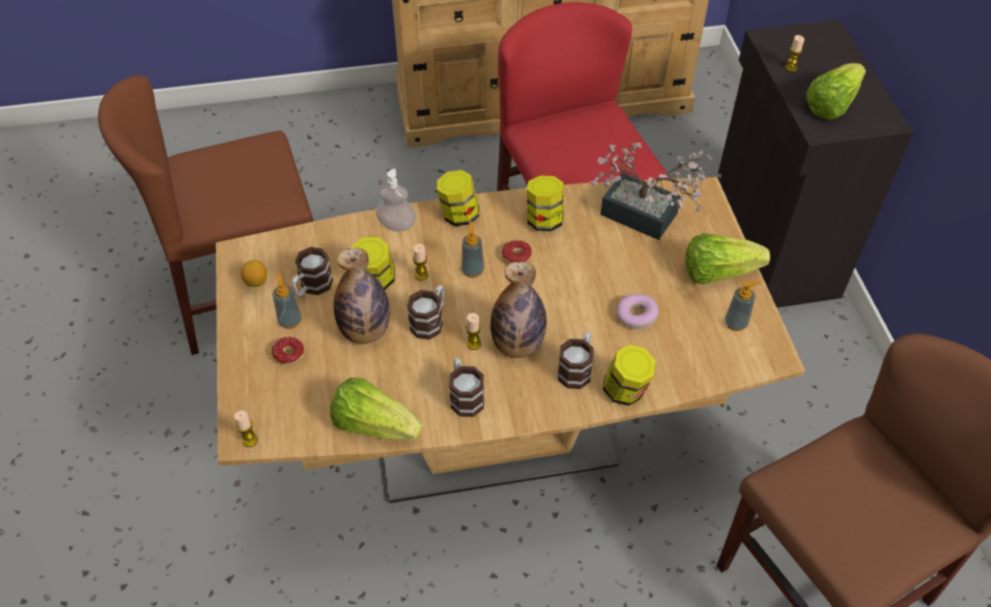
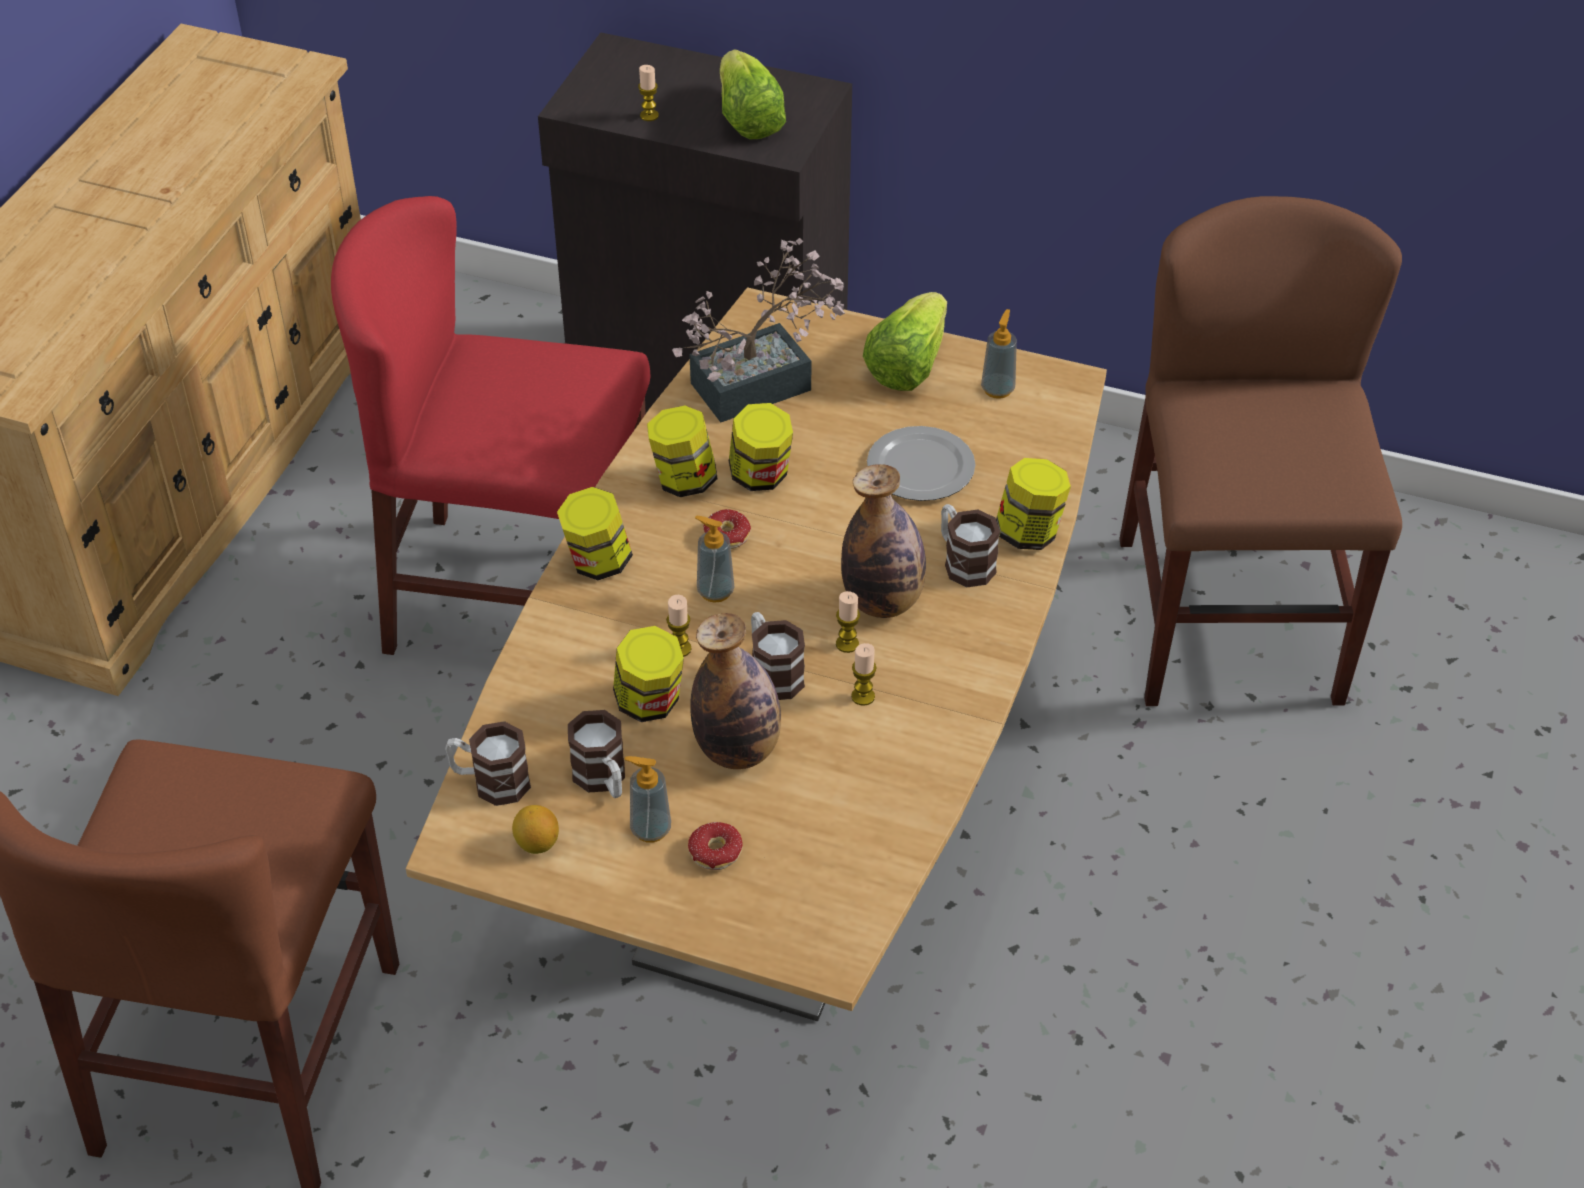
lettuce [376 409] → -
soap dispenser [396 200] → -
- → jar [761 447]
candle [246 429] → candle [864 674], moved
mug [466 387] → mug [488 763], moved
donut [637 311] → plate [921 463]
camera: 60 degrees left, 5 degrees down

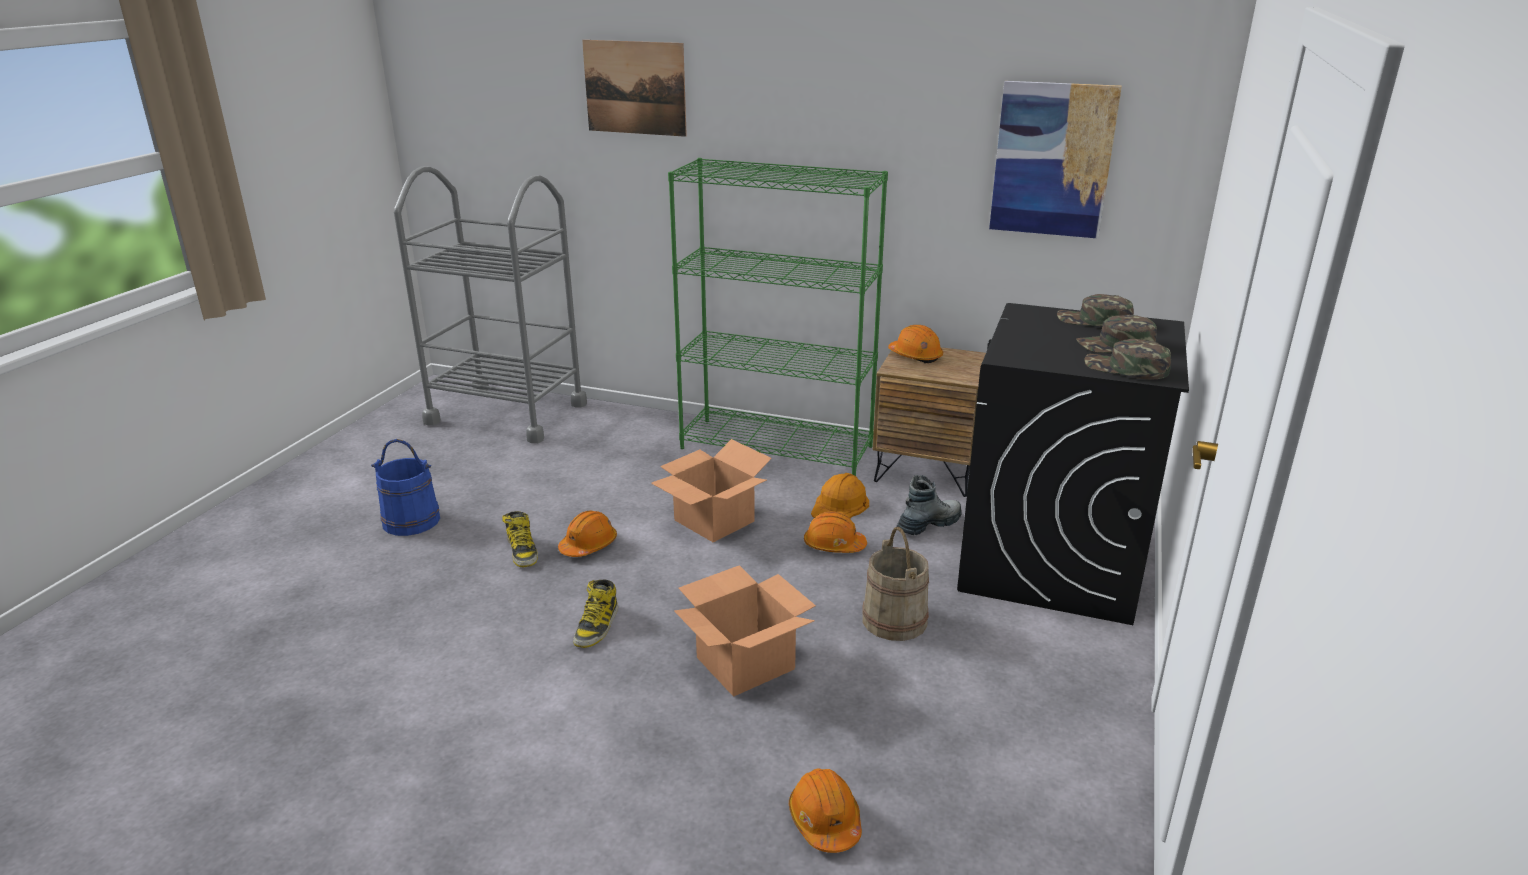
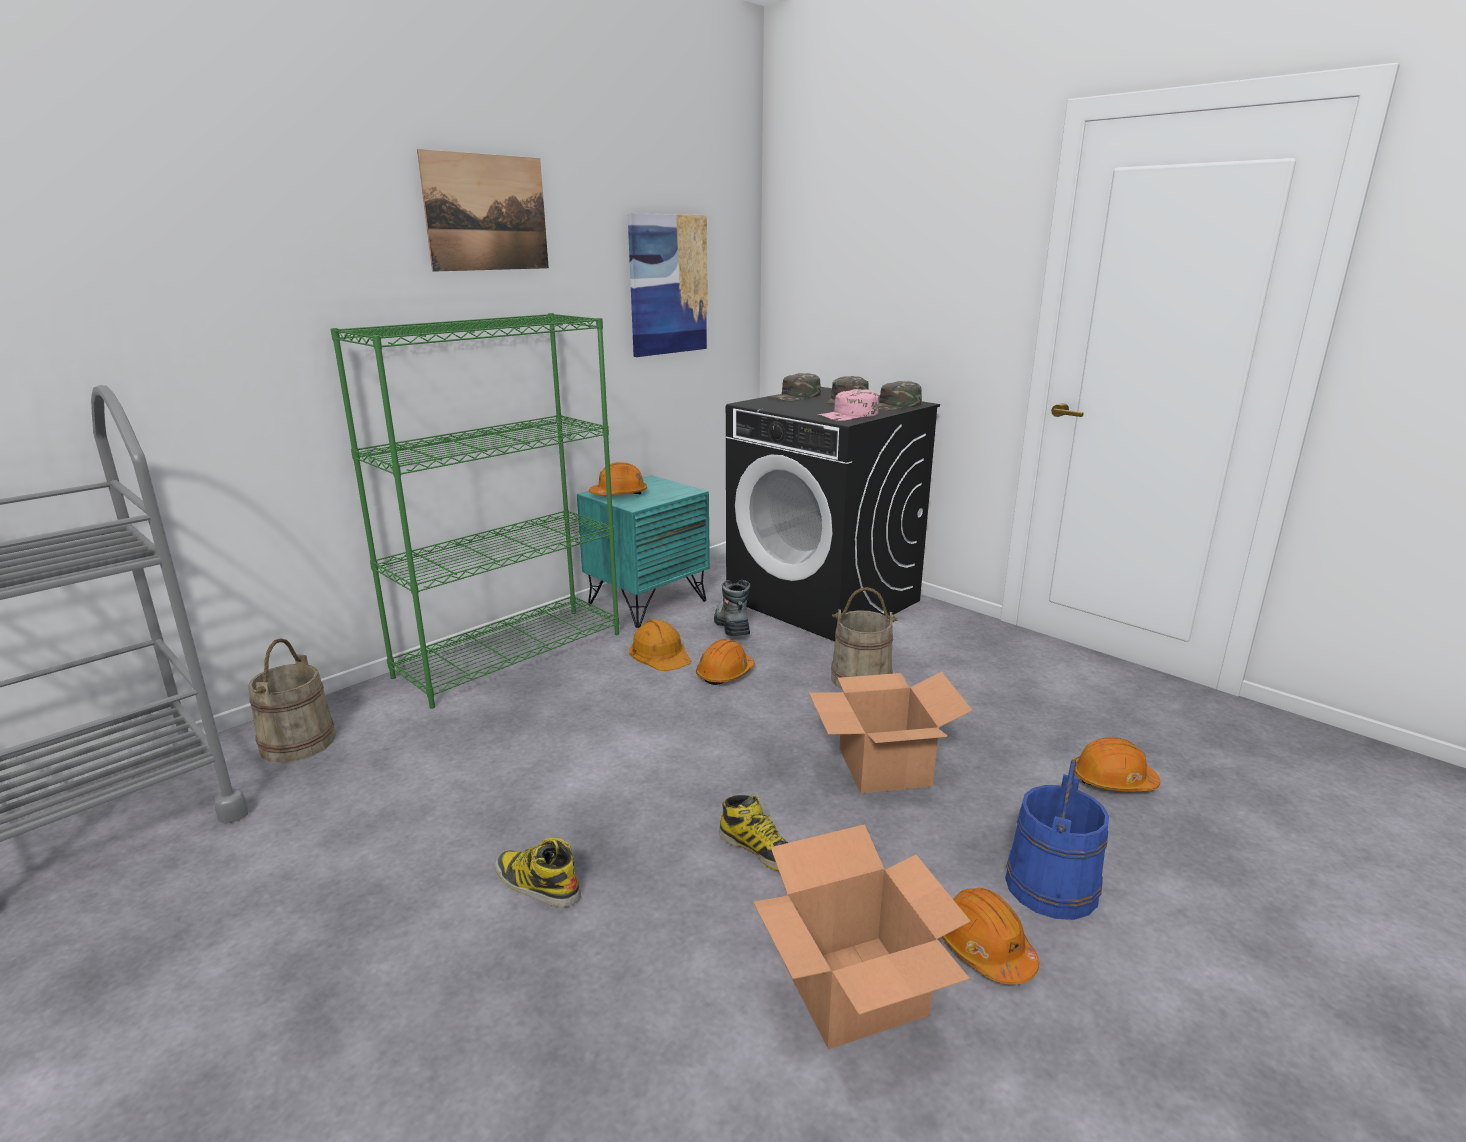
- → bucket (beige) [292 701]
- → cap (pink) [848 405]
bucket (blue) [405 487] → bucket (blue) [1057 839], moved
hard hat (orange) [587 533] → hard hat (orange) [990 936], moved
picture [634 88] → picture [483 210], moved
cardboard box [711 490] → cardboard box [862 936], moved
nightstand (brown) [929 422] → nightstand (turquoise) [643 551]
boot [520 539] → boot [538 872], 150 degrees counterclockwise
camera: 65 degrees left, 5 degrees down

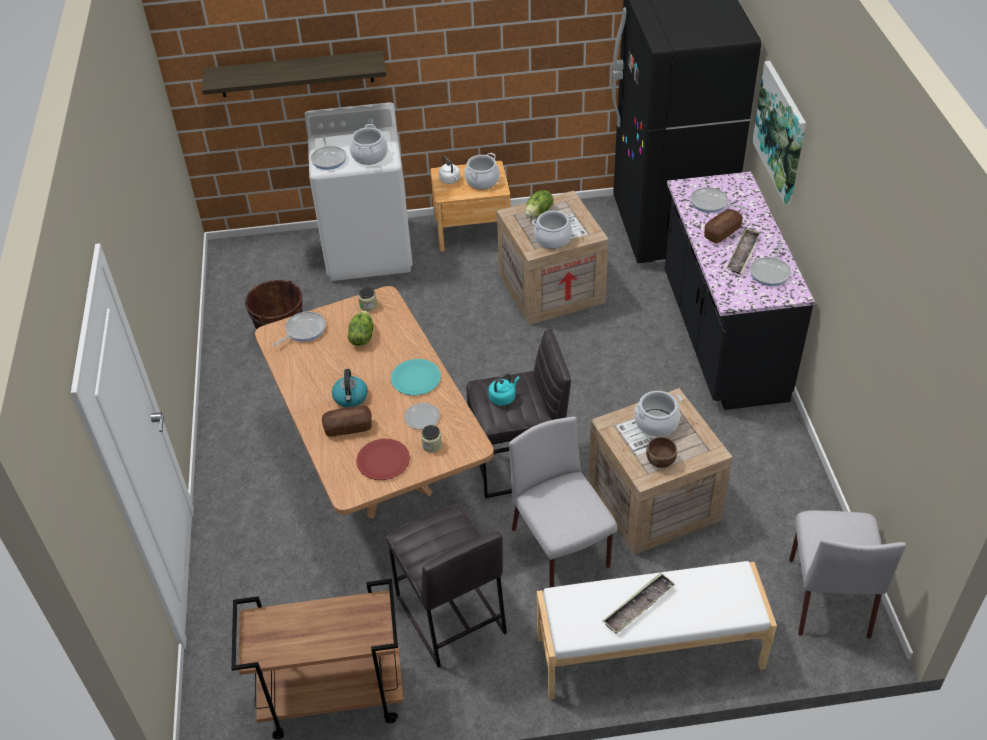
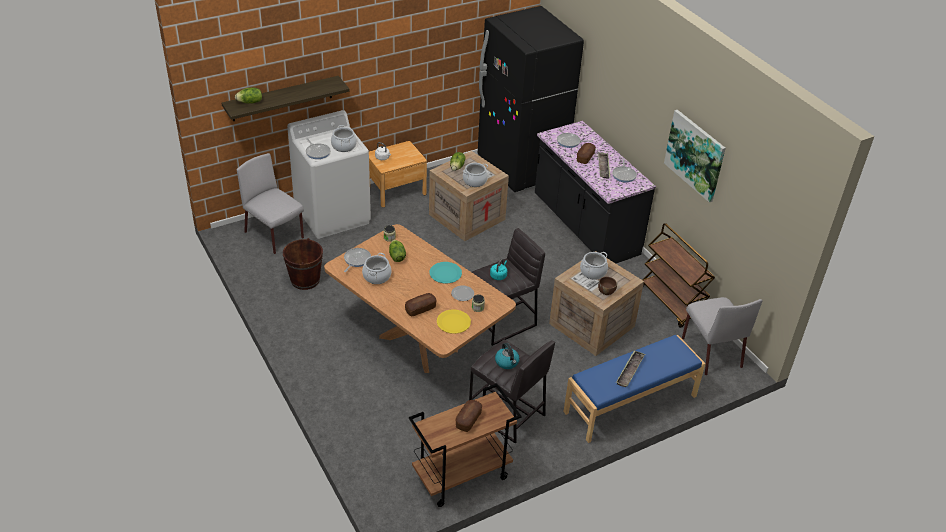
- → lettuce [248 95]
- → bread [468 416]
- → cart (brown) [679 275]
kettle [350 388] → kettle [507 356], moved
cooking pot [482 171] → cooking pot [376 268], moved
chair (grey) [563 502] → chair (grey) [270 203], moved
picture [779 133] → picture [695 156], moved
plate (red) [383 459] → plate (yellow) [454 321]
bench (white) [657 630] → bench (blue) [634 389]
camera: 25 degrees left, 5 degrees down

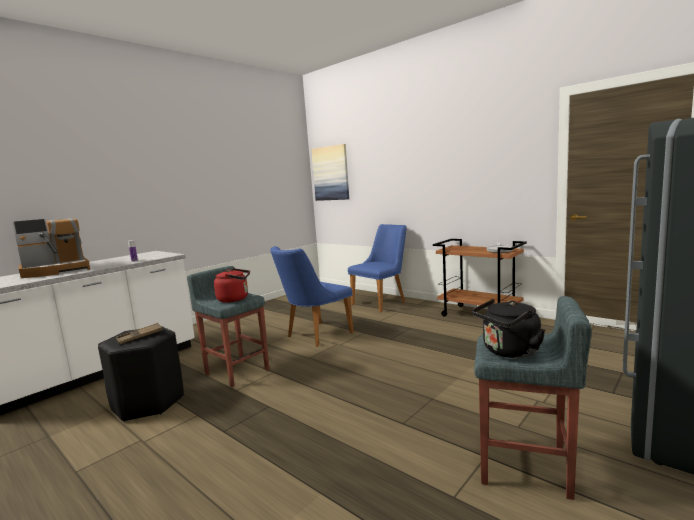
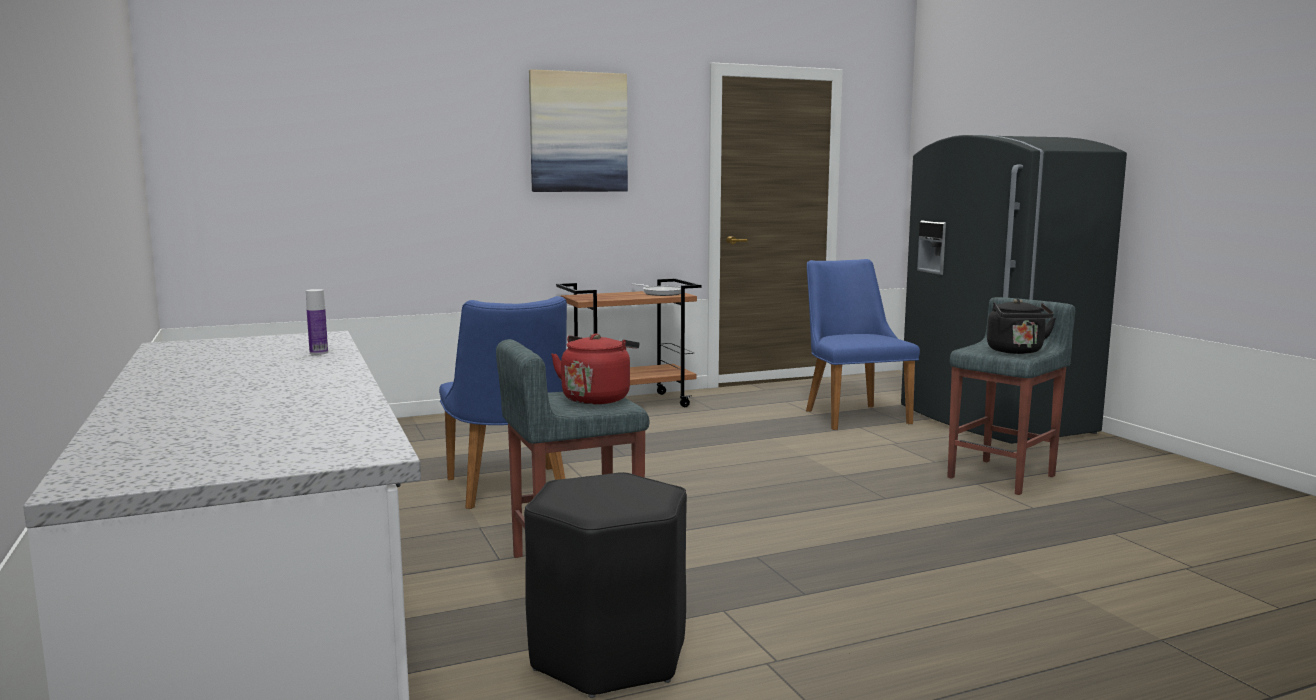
coffee machine [51 248] → -
tray (brown) [139 334] → -
picture [330 172] → picture [578 130], moved
chair (blue) [377 268] → chair (blue) [863 344], moved
camera: 65 degrees left, 0 degrees up

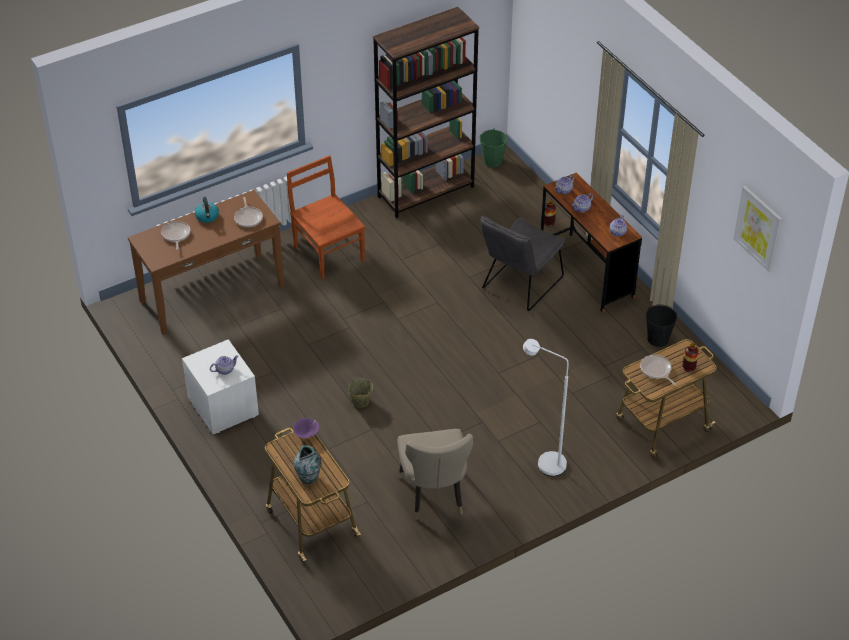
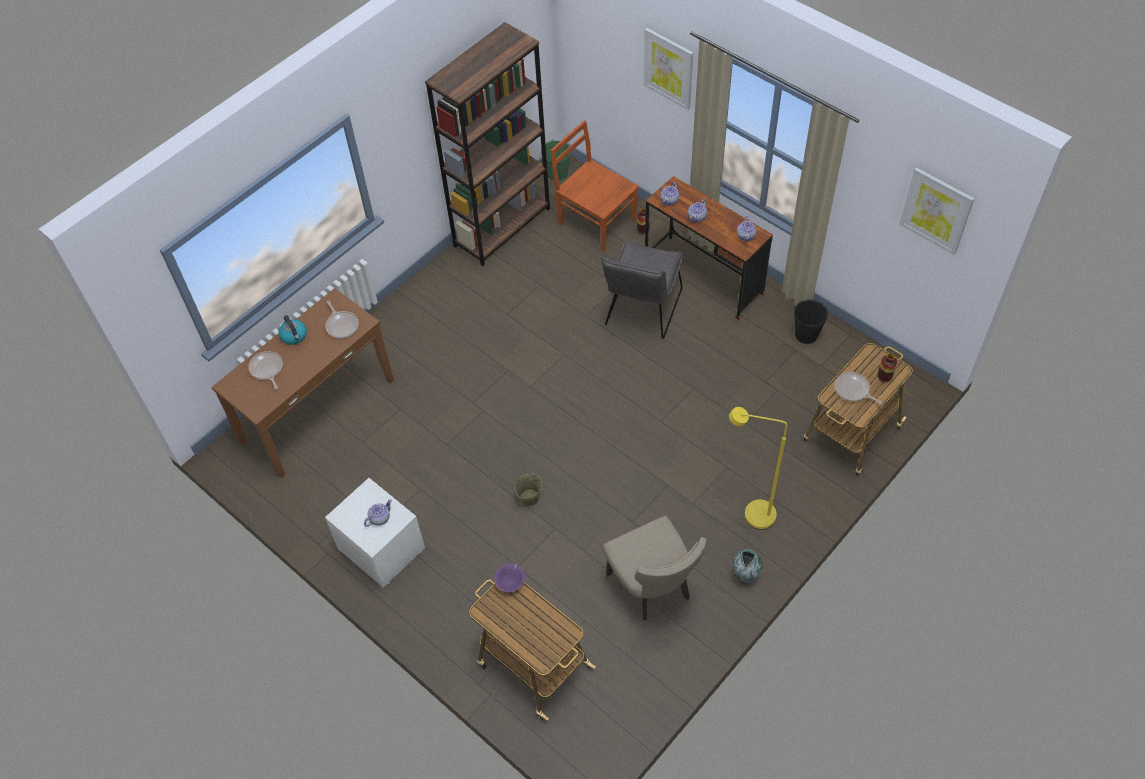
- → picture [668 69]
chair (brown) [326 217] → chair (brown) [595 186], moved
vase [307 464] → vase [747 567], moved
floor lamp (white) [546 407] → floor lamp (yellow) [758 468]
camera: 15 degrees left, 10 degrees up

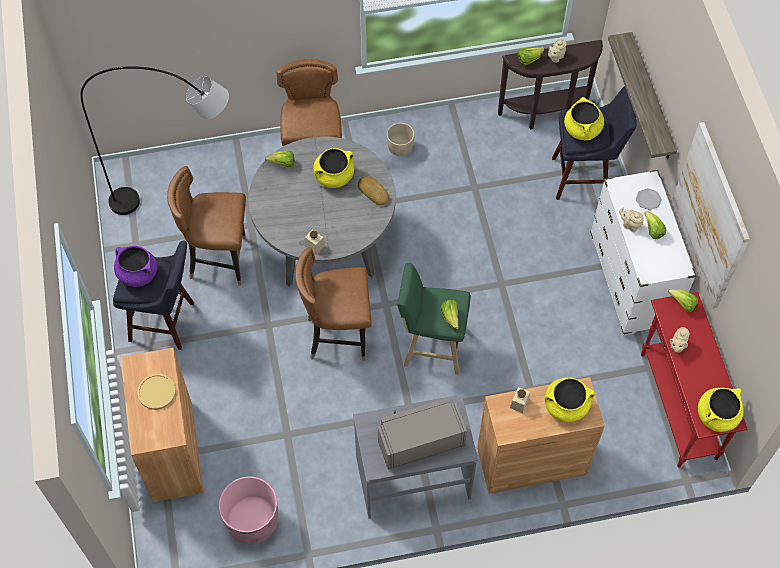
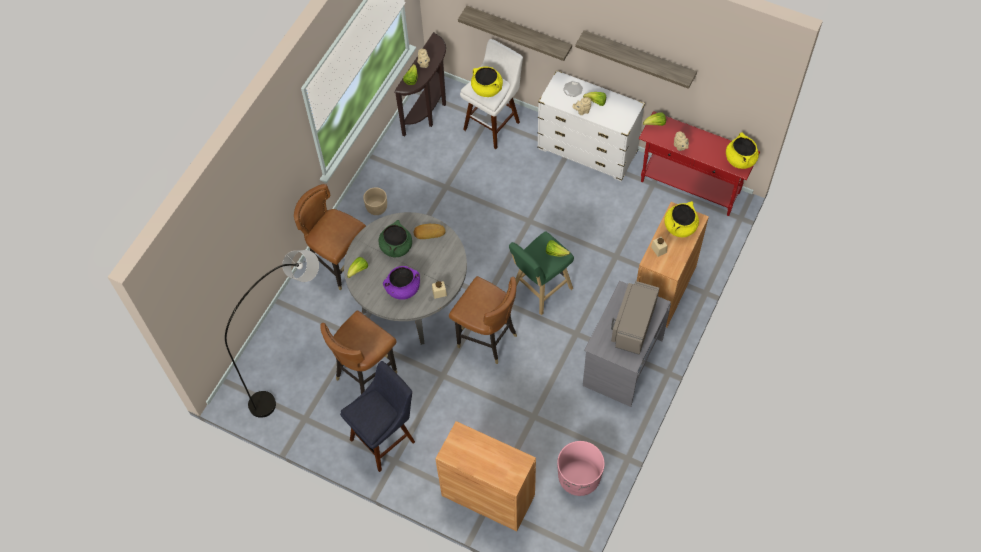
plate (yellow) [156 392] → -
cooking pot (purple) [136 266] → cooking pot (purple) [401 283], moved
picture [711 215] → shelf [636 59]
cooking pot (yellow) [333 168] → cooking pot (green) [395 238]
stool (blue) [594 143] → stool (white) [491 94]
chair (brown) [333 304] → chair (brown) [483 320], 90 degrees counterclockwise
camera: 50 degrees left, 0 degrees up

